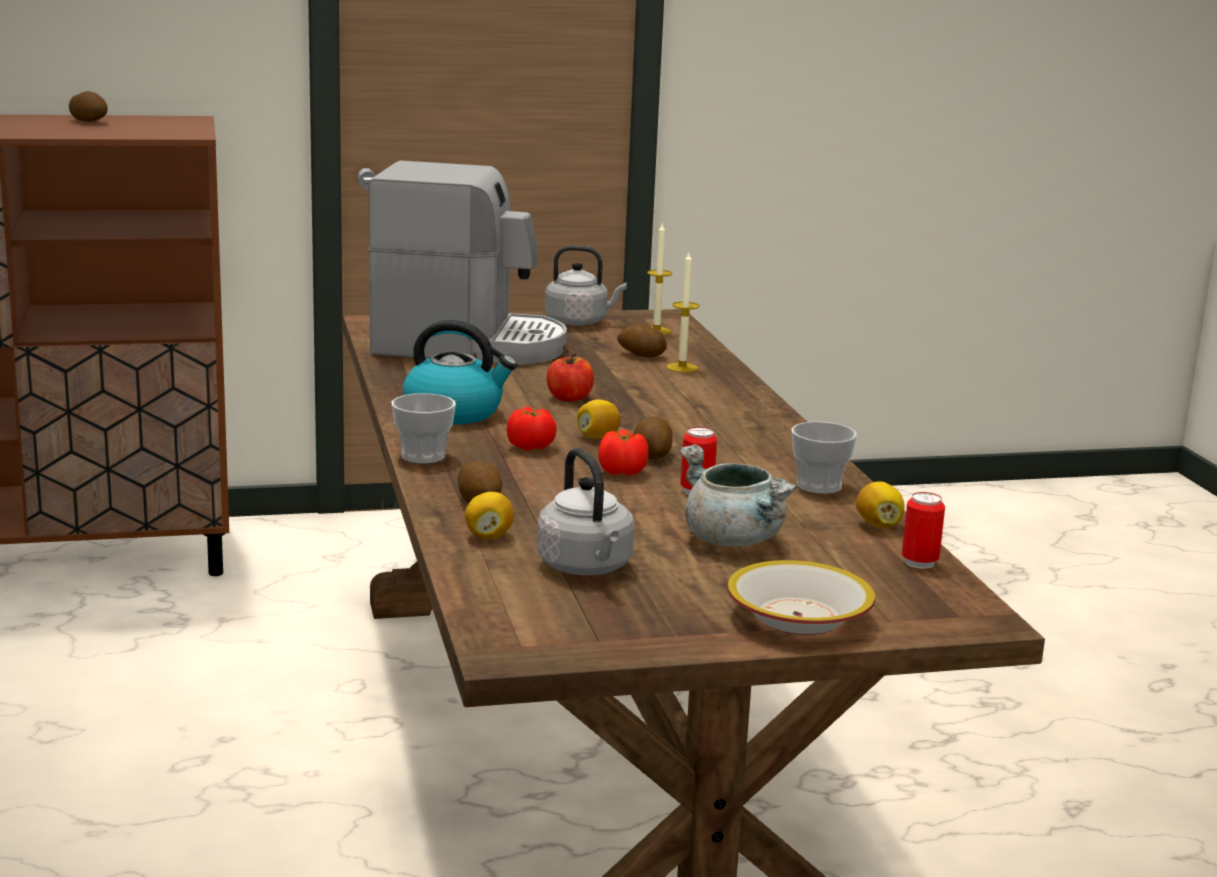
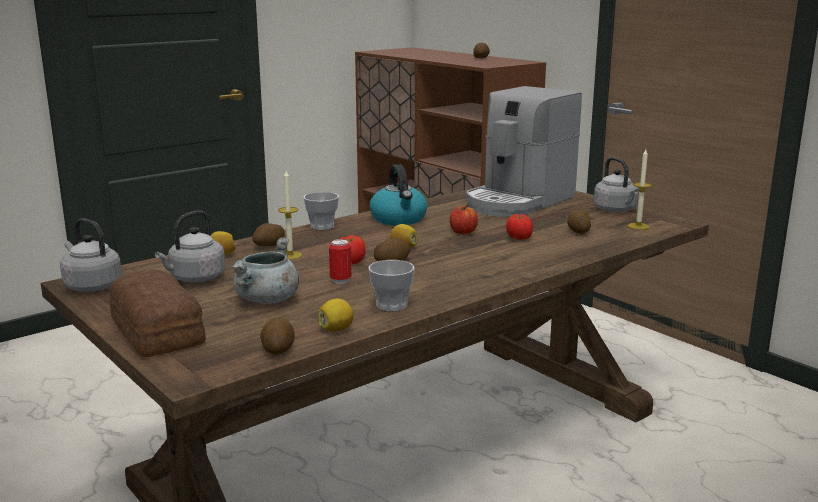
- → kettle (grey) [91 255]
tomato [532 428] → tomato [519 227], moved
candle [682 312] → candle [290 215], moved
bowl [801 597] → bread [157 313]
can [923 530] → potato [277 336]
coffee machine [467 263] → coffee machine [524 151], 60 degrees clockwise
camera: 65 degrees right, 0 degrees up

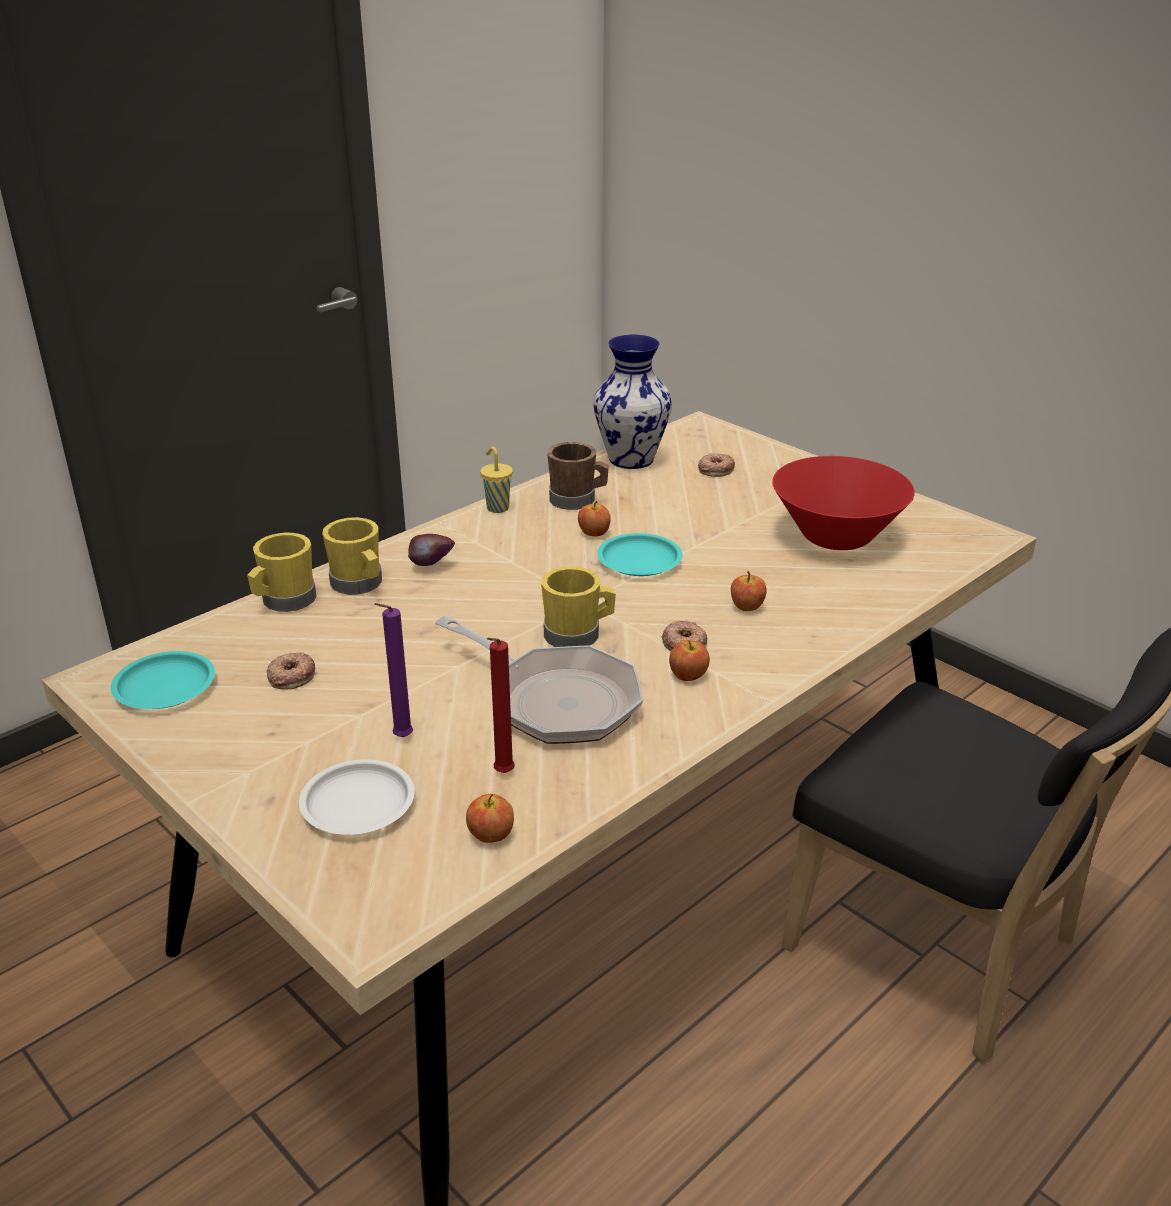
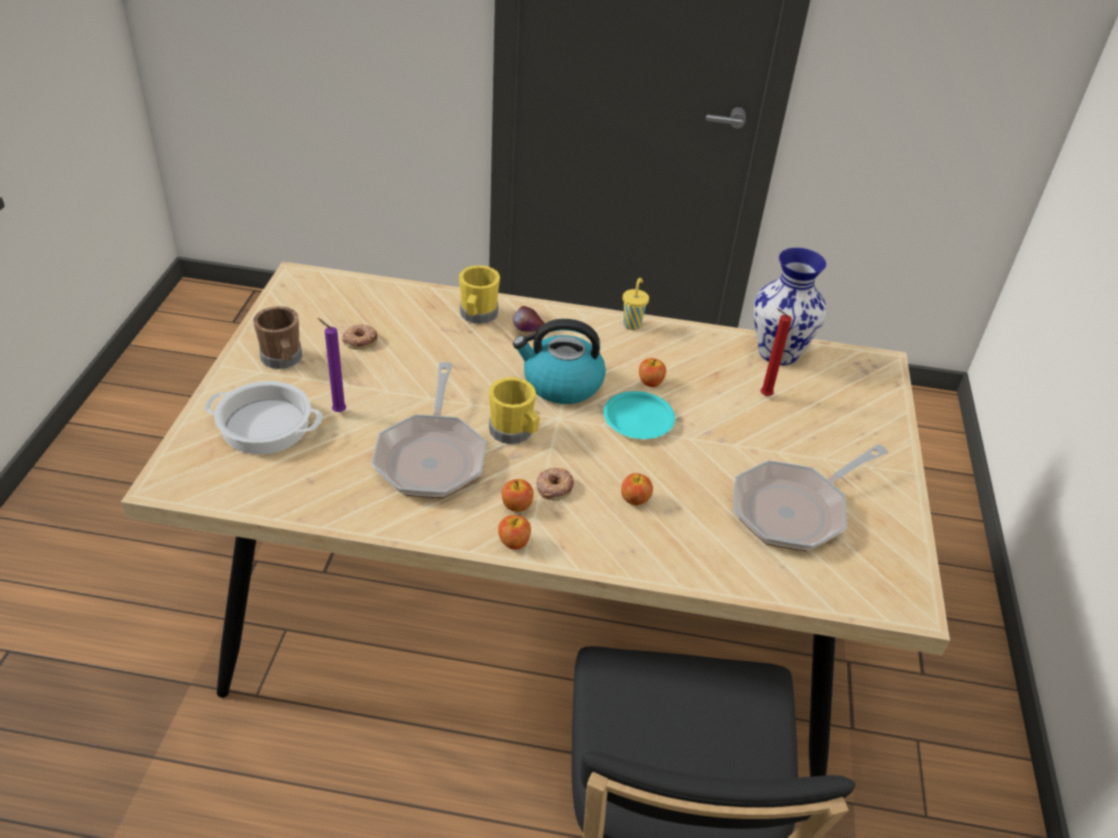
plate (turquoise) [163 680] → -
mug (yellow) [281 572] → -
donut [716 465] → -
- → kettle [559 361]
apple [490 818] → apple [514 532], moved
candle (red) [501 705] → candle (red) [776 352], moved
mug (brown) [578 476] → mug (brown) [277 337], moved
plate (white) [357 797] → cooking pot [264 417]
bowl (red) [843 503] → frying pan [810 497]
camera: 50 degrees right, 10 degrees up

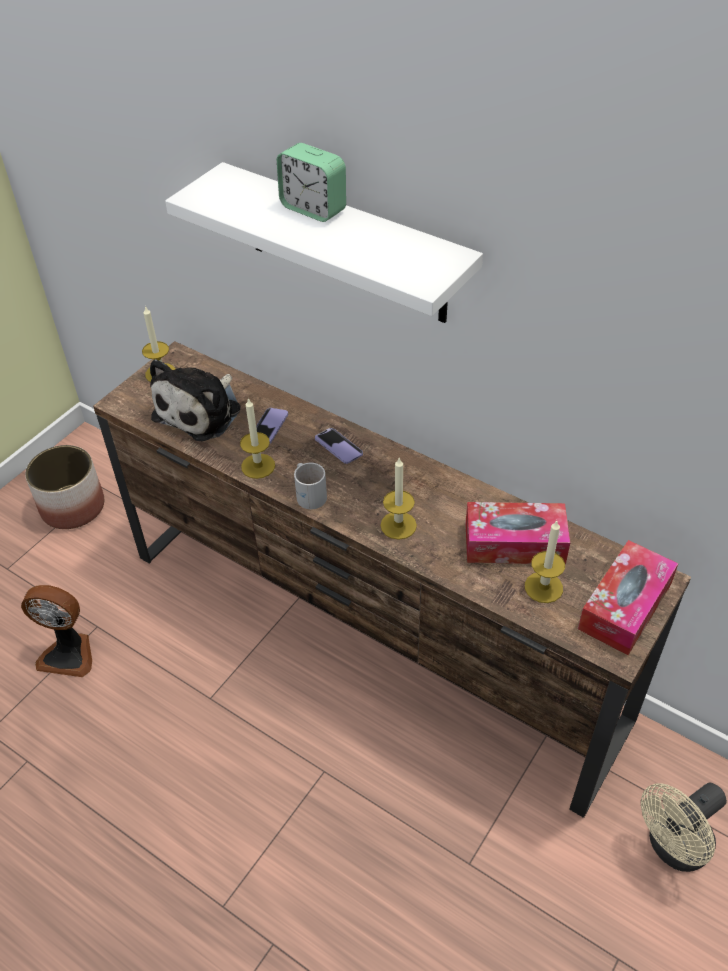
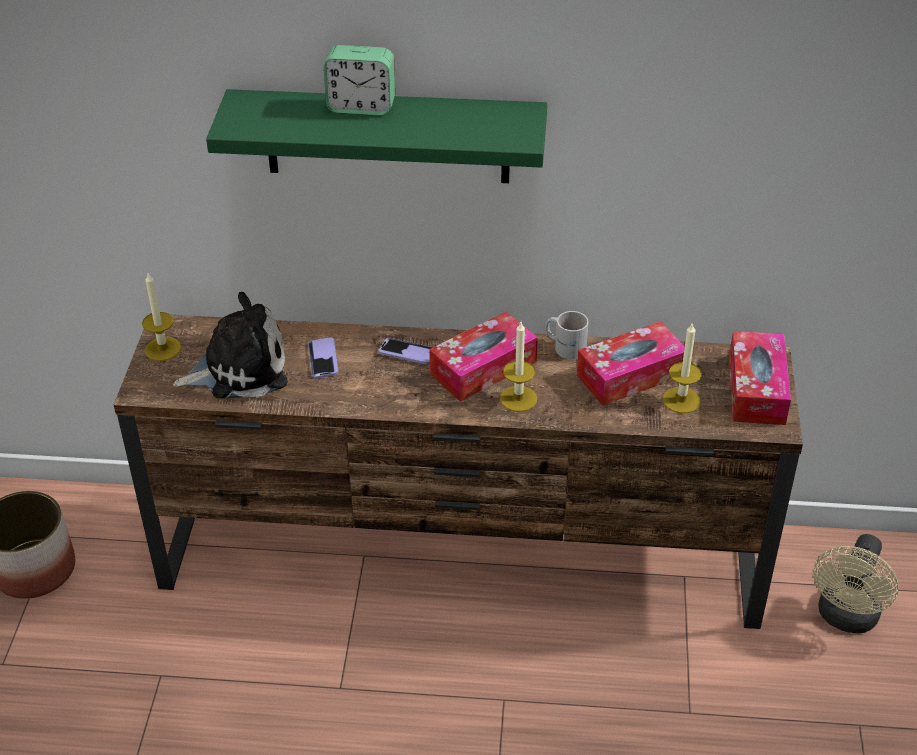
fan [56 631] → -
candle [257 438] → -
- → tissue box [483 357]
mug (white) [310 486] → mug (white) [567 335], moved
shelf (white) [324 242] → shelf (green) [376 136]
plush toy [195 400] → plush toy [230 345], 105 degrees counterclockwise
camera: 30 degrees left, 5 degrees down

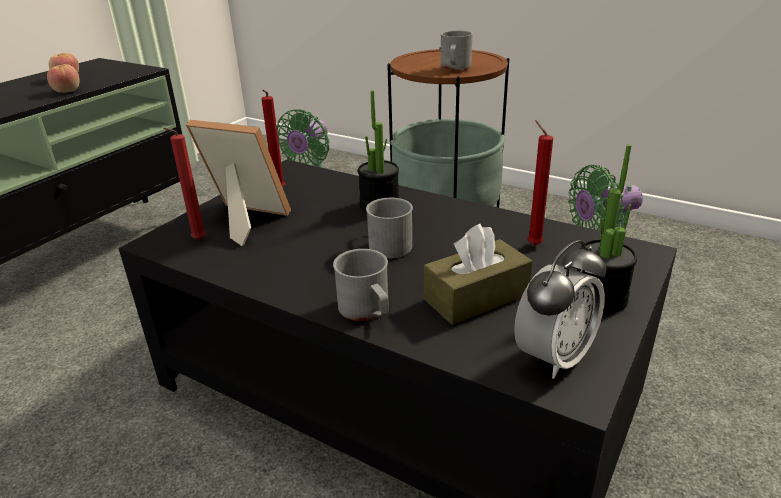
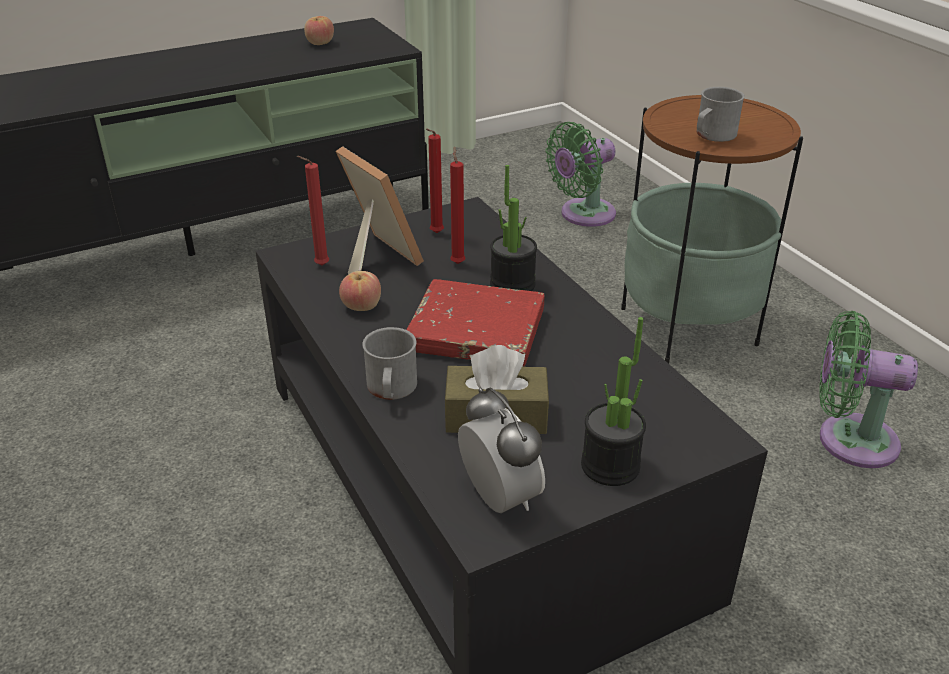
apple [63 78] → apple [360 291], moved
candle (red) [540 183] → candle (red) [457 205], moved
mug (grey) [389 228] → book (red) [475 323]
alarm clock [560 309] → alarm clock [501 450], 105 degrees counterclockwise
camera: 30 degrees right, 5 degrees up

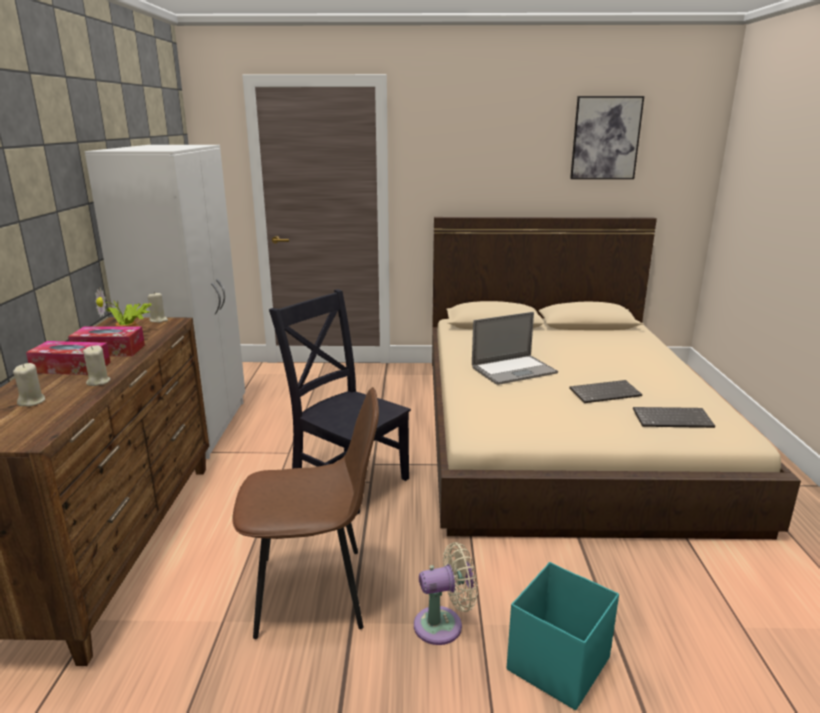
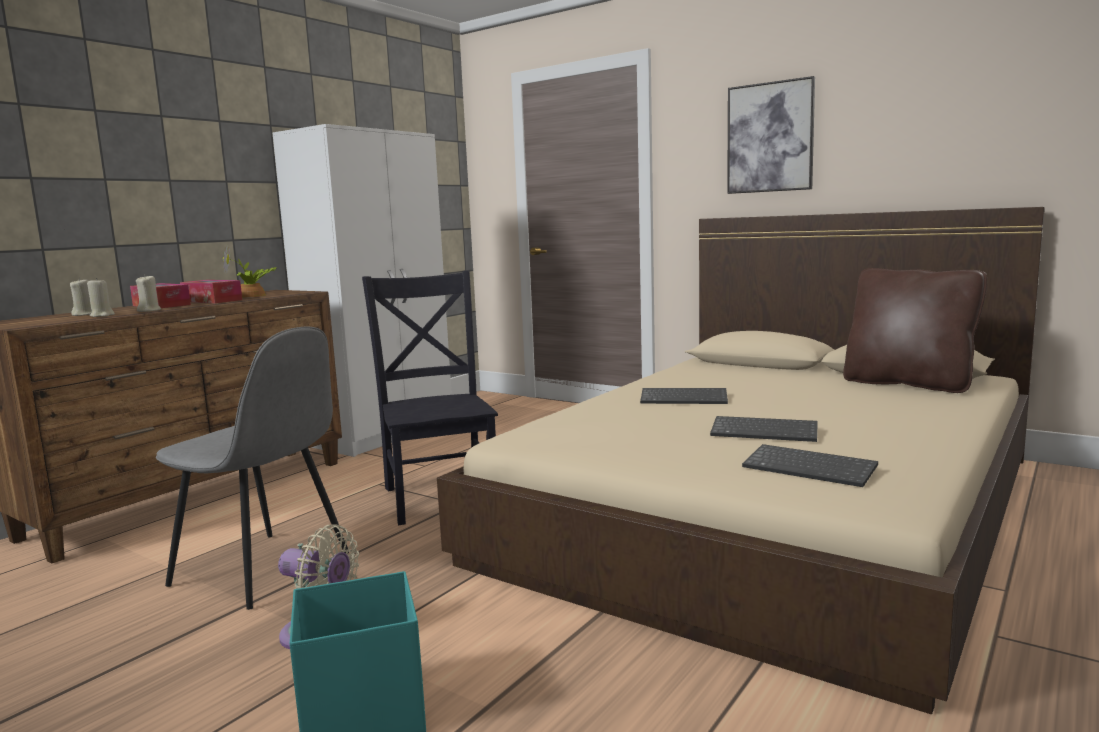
- → pillow (brown) [915 330]
candle (beige) [158 307] → candle (beige) [101 297], moved
picture [607 137] → picture [771 135], moved
laptop [515 348] → keyboard [684 396]
chair (brown) [305 513] → chair (grey) [252 468]
camera: 35 degrees right, 10 degrees down

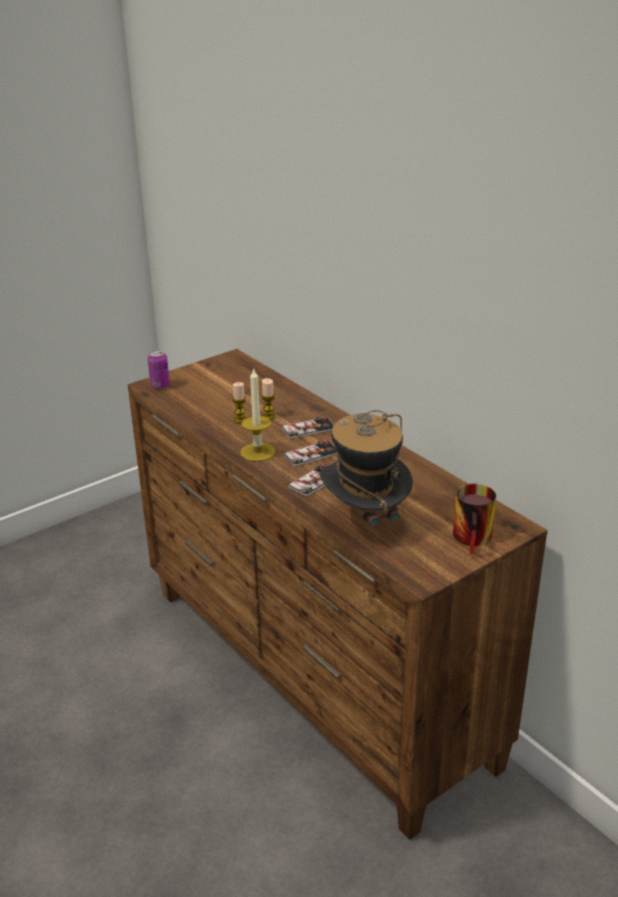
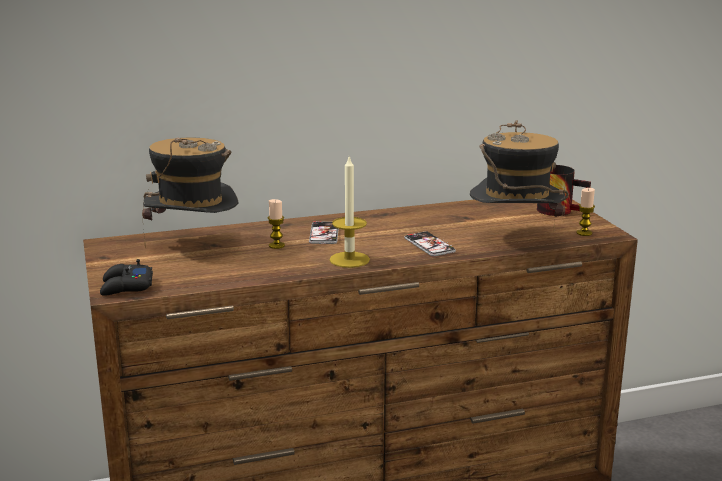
phone [311 453] → -
- → hat [190 193]
candle [239 402] → candle [585 212], moved
can [159 369] → game controller (black) [126 277]
camera: 70 degrees left, 10 degrees down

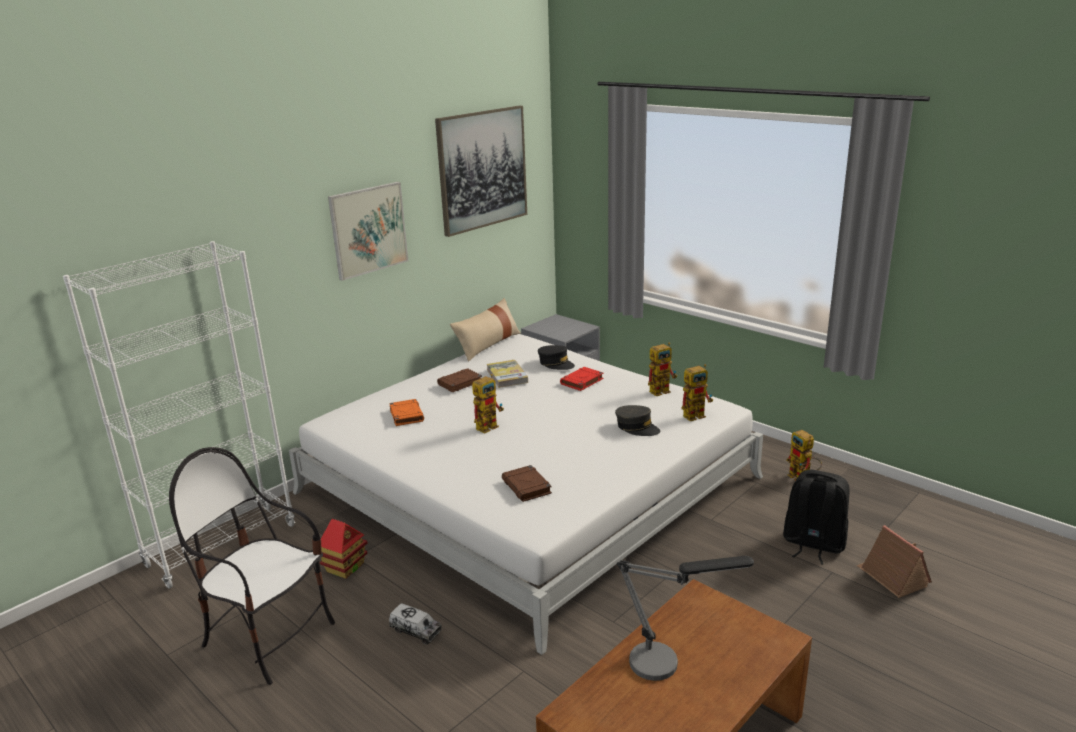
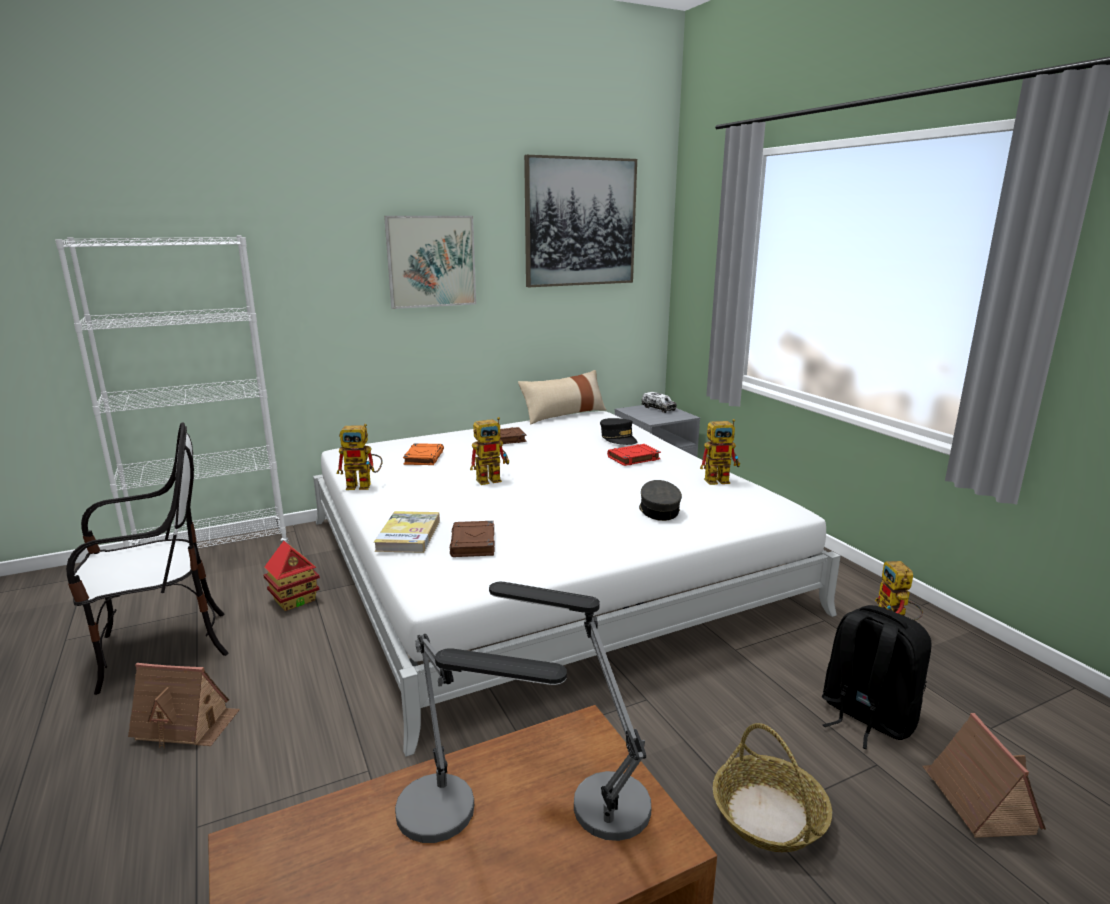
- → toy house [184 705]
- → table lamp [570 711]
- → basket [772 787]
toy truck [415 624] → toy truck [659 402], moved
book [507 374] → book [407 532], moved
toy robot [697 392] → toy robot [360 457], moved
chair [252 566] → chair [147 558], 105 degrees clockwise
cap (grey) [637 420] → cap (grey) [660 500], 150 degrees counterclockwise
camera: 20 degrees right, 5 degrees down

